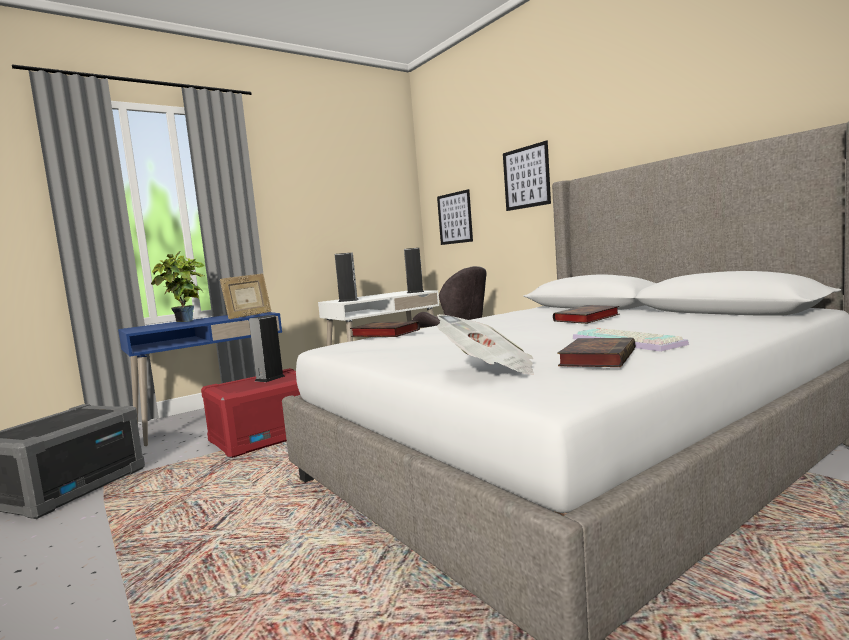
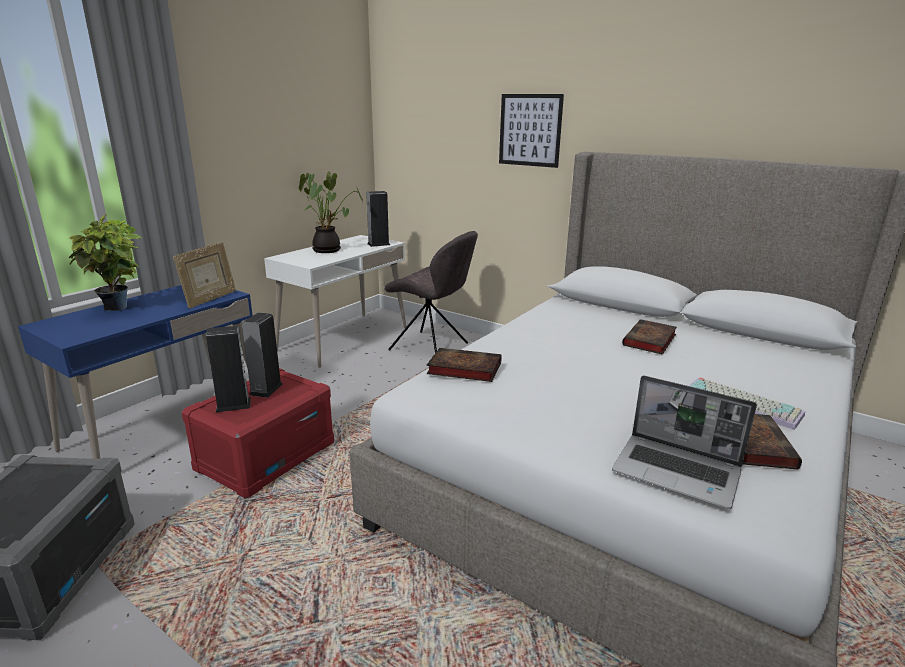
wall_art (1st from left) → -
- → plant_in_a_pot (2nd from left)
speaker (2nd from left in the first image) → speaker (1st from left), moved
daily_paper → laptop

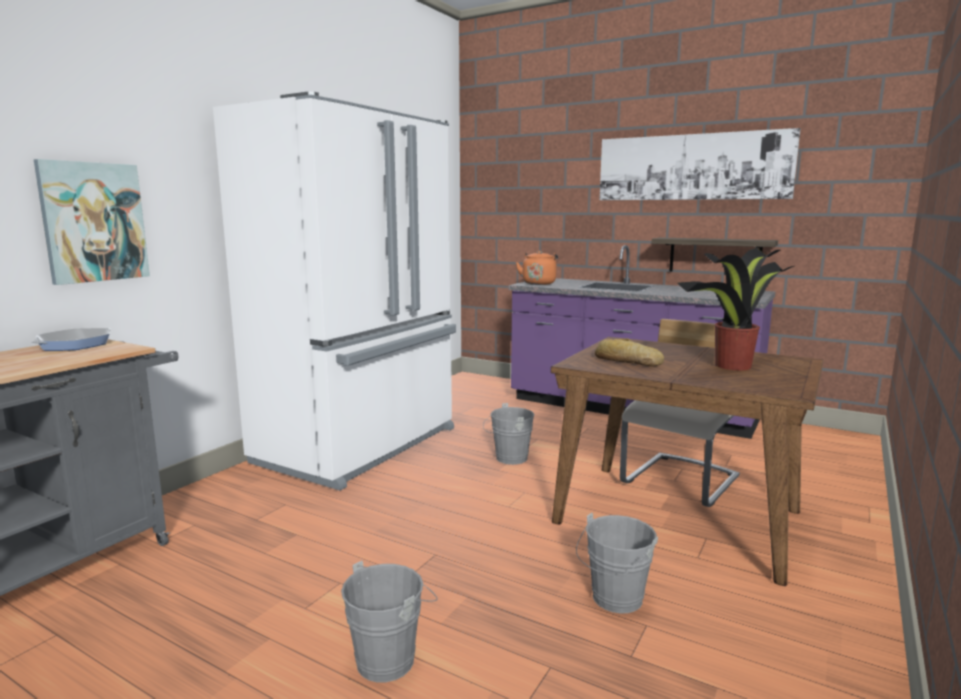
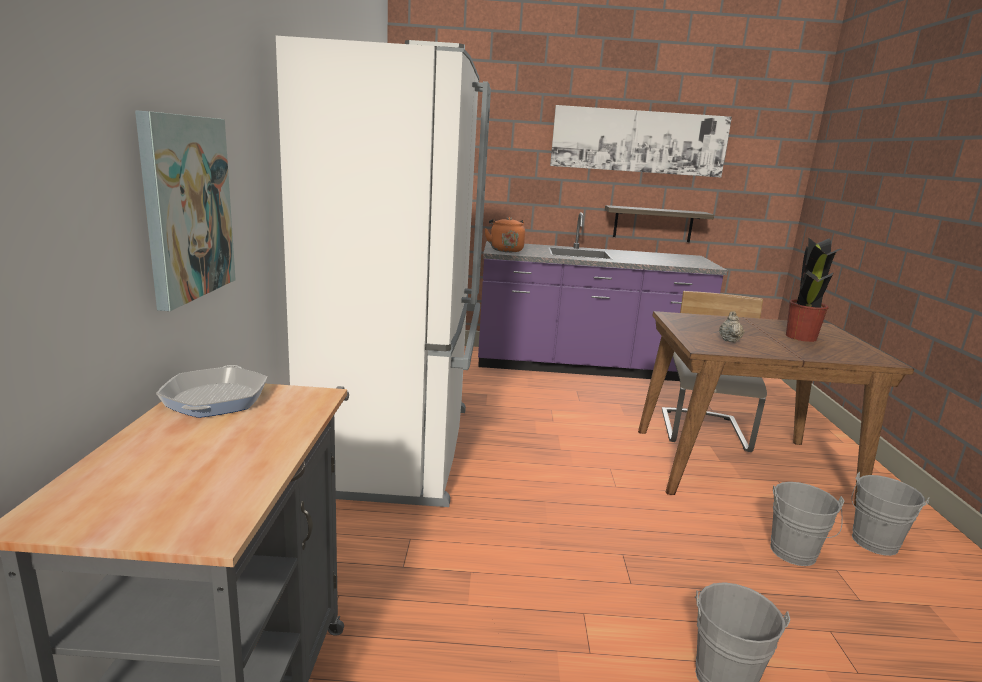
grey_pail (2nd from left in the first image) → grey_pail (3rd from left), moved
bakery_bread → beige_pot_for_tea

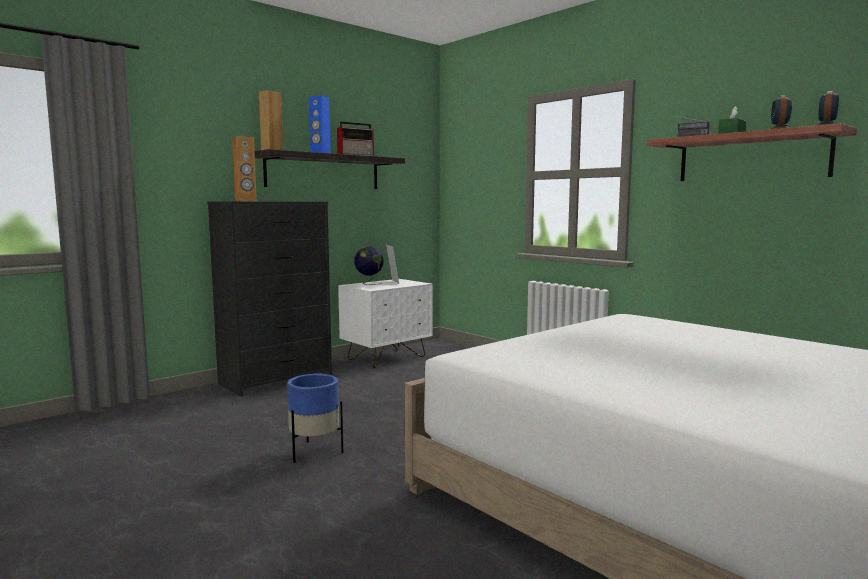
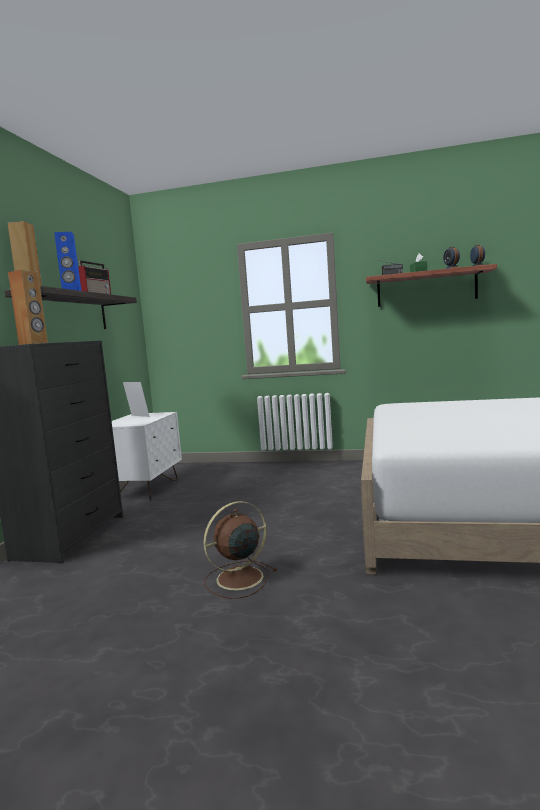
globe → -
blue_planter → brown-coloured_electric_fan

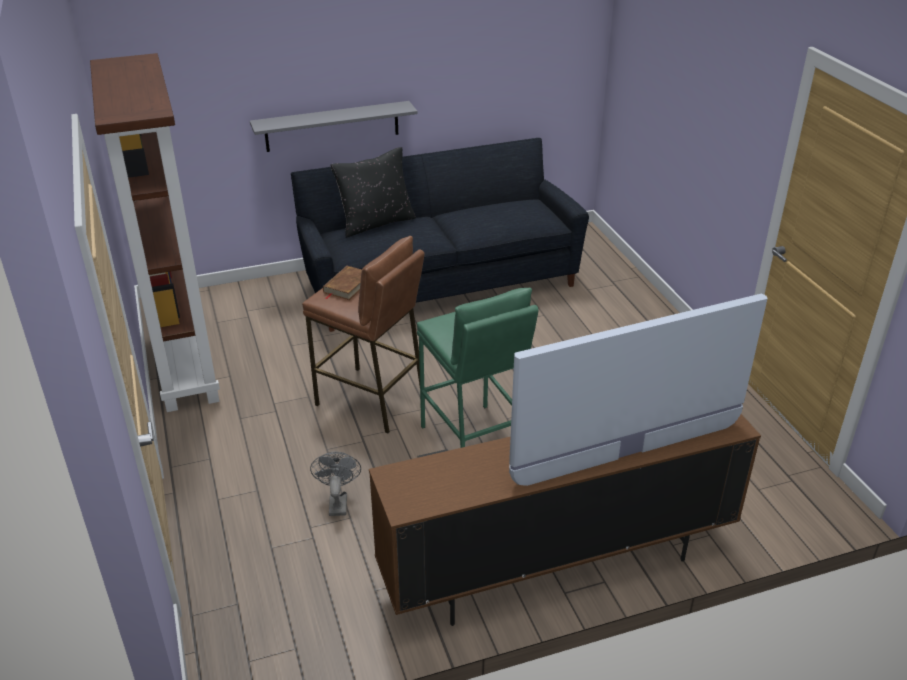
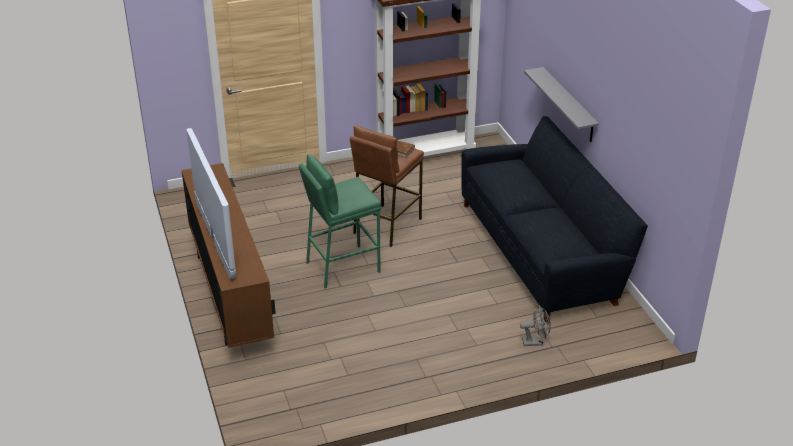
blackish_pillow → -
grey_electric_fan, moved

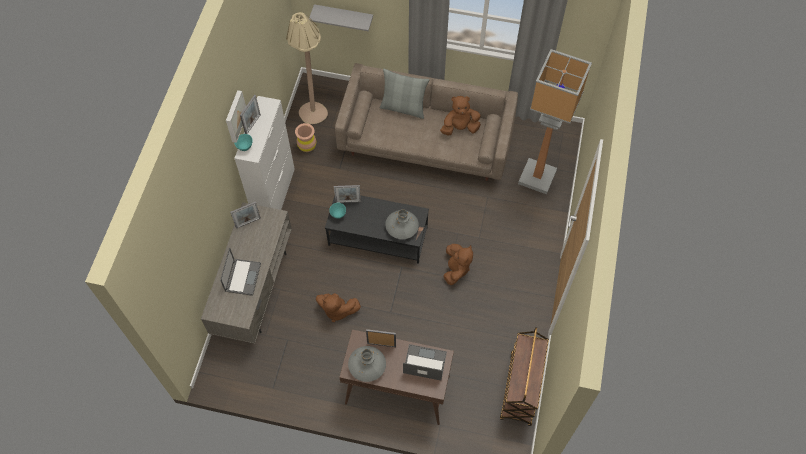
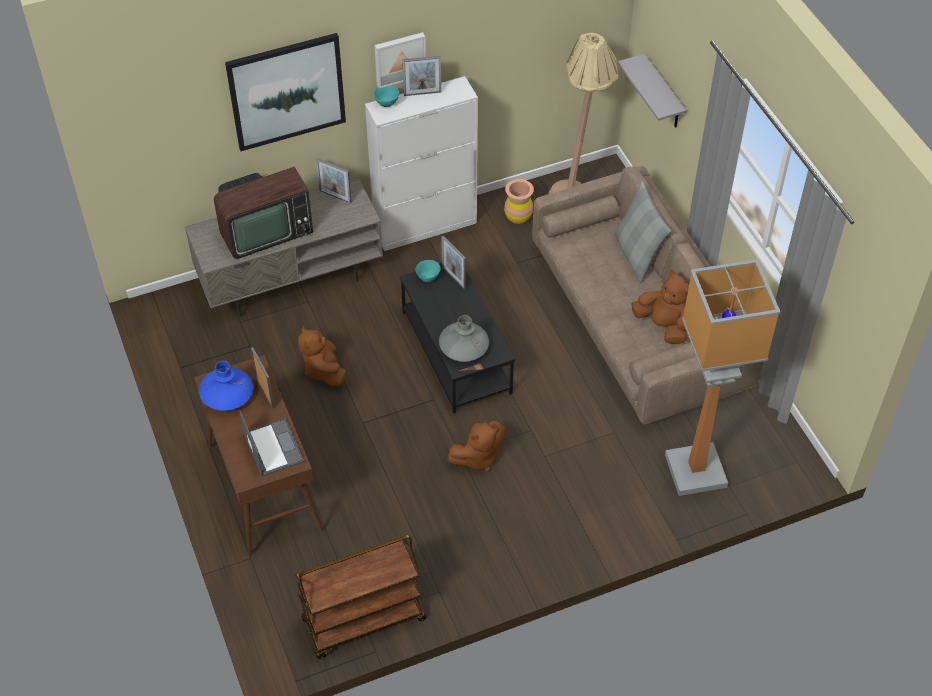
- → wall_art (1st from left)
laptop (1st from left) → TV_set
grey_decorative_vase (1st from left) → blue_decorative_vase

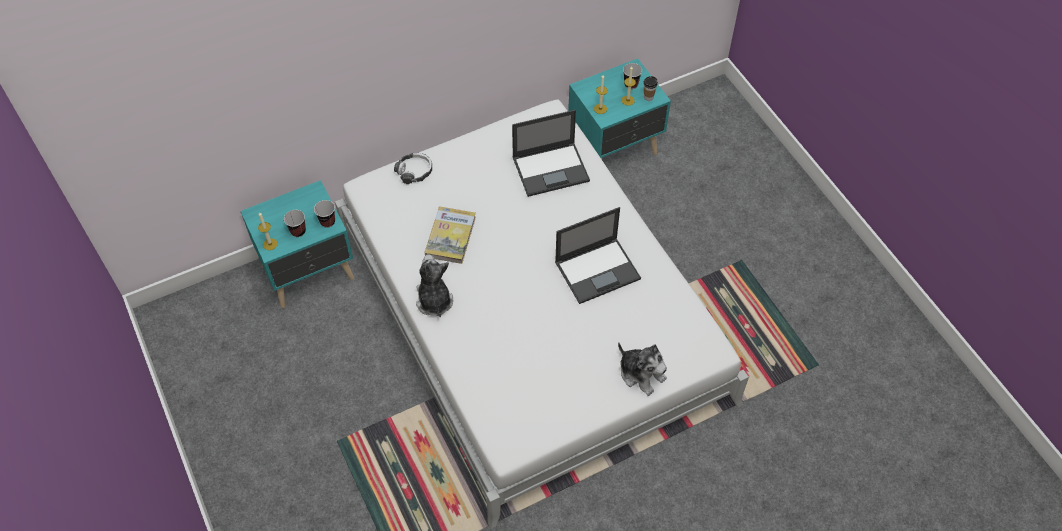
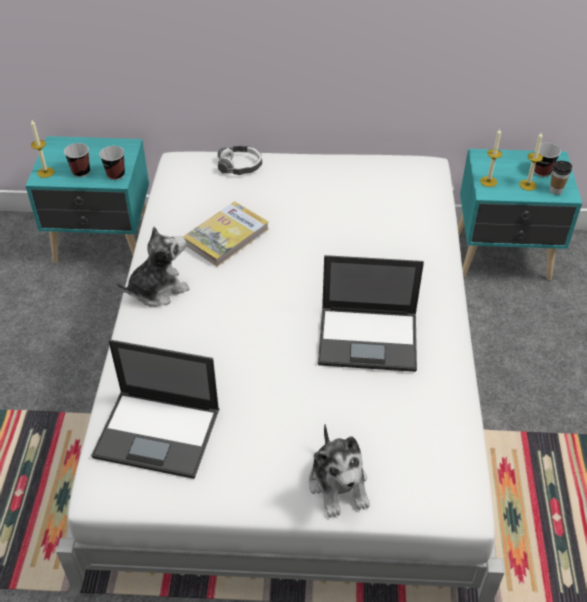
laptop (1st from left), moved
cuddly_toy (1st from left), 45 degrees clockwise

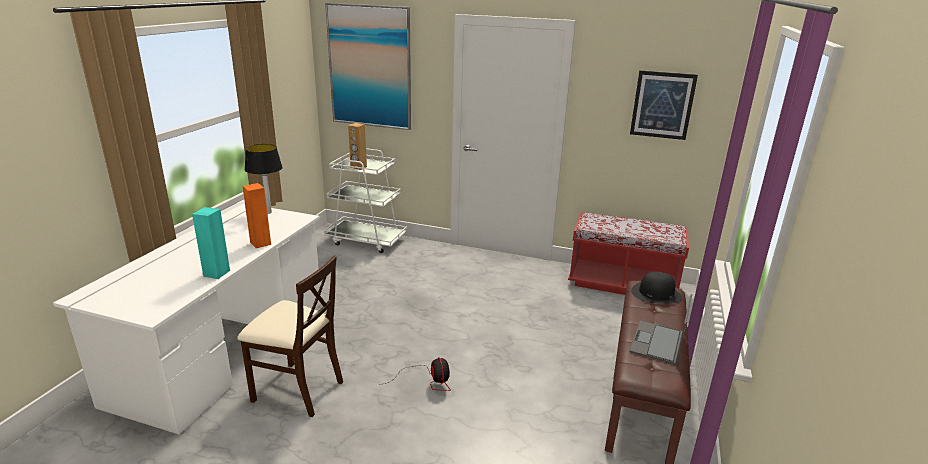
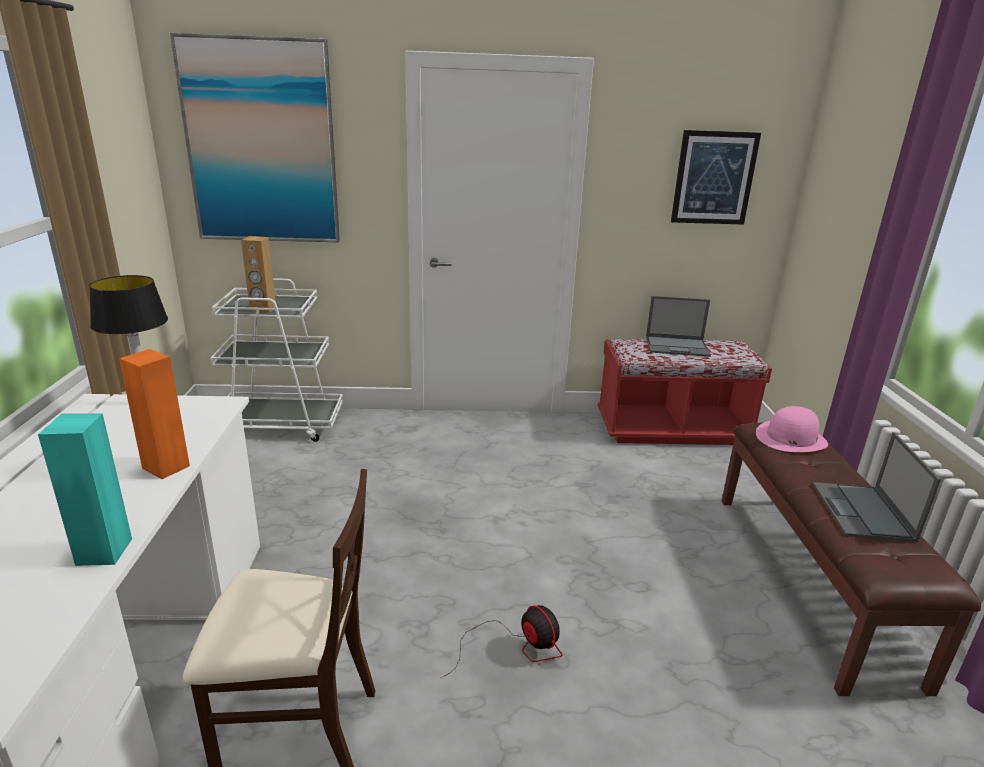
- → laptop (1st from left)
blackish_wearable_hat → pinkish_wearable_hat

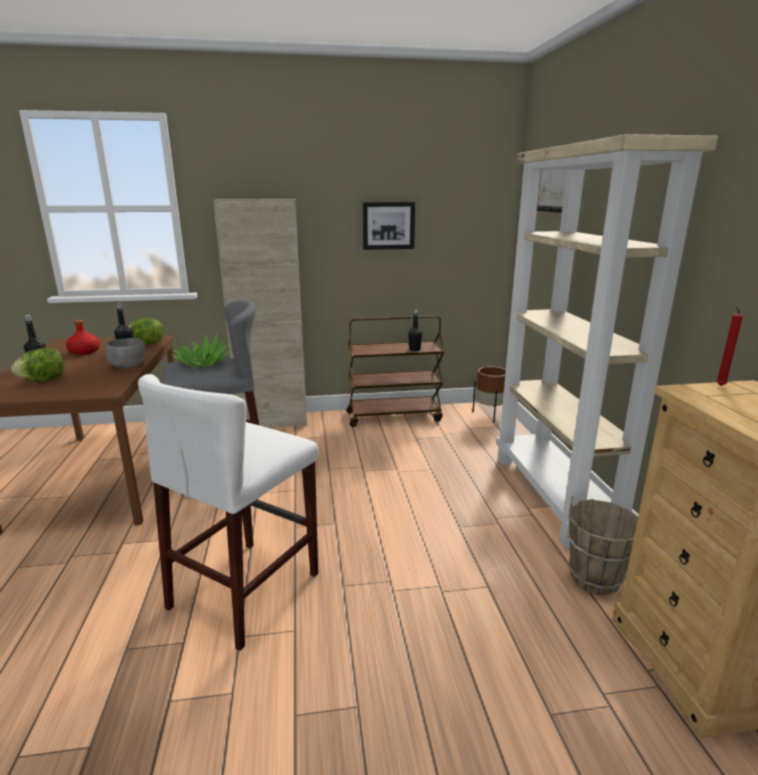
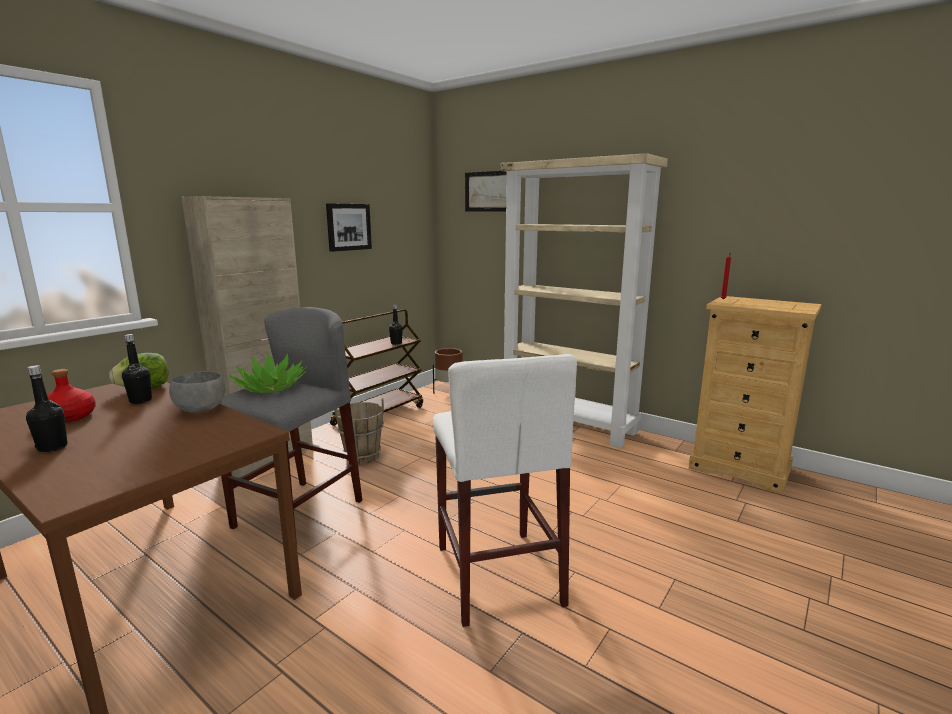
lettuce (1st from left) → -
brown-coloured_pail, moved

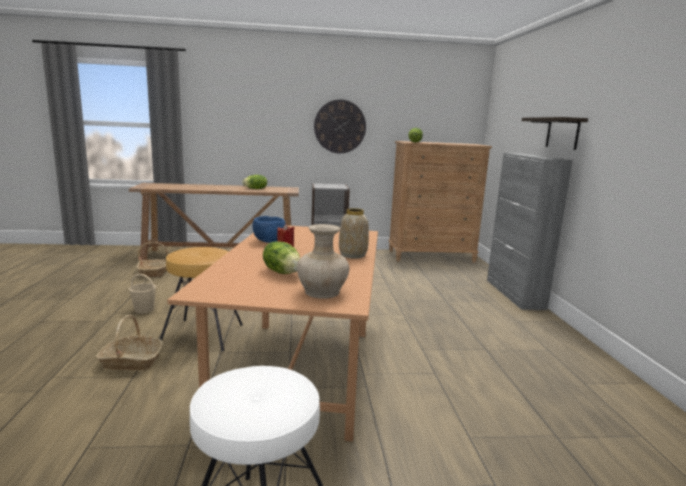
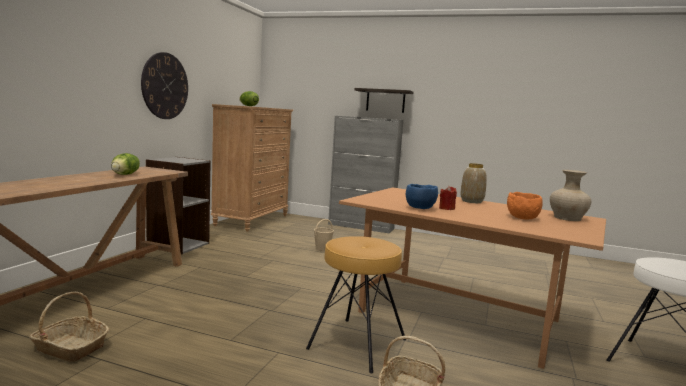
beige_pail, moved
lettuce (2nd from left) → orangey_bowl

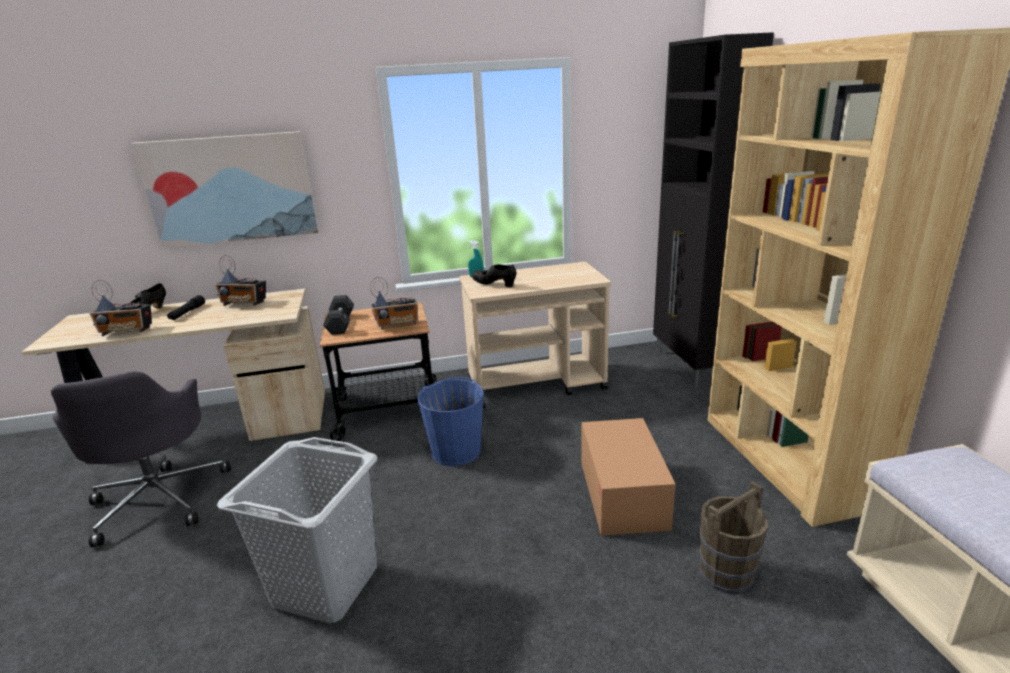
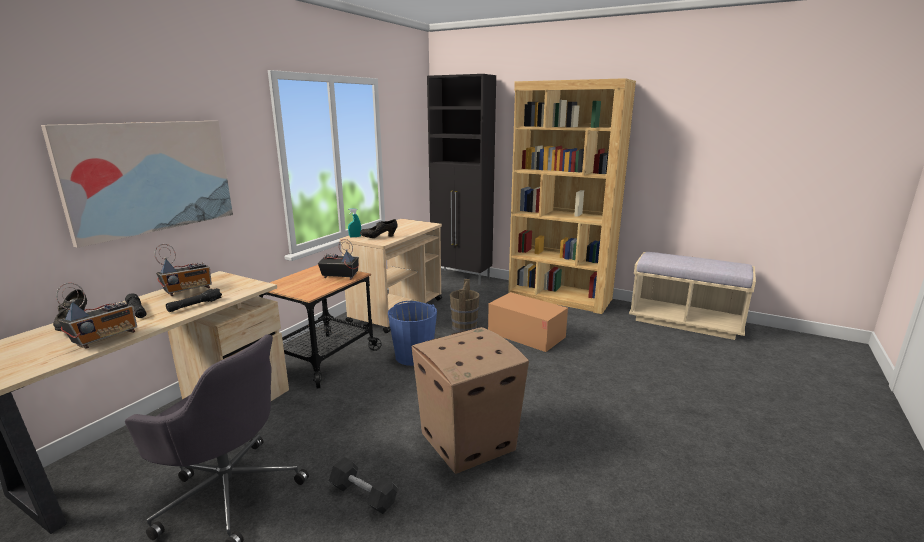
- → blackish_flashlight (2nd from left)
blackish_dumbbell, moved
brown-coloured_pail, moved
grey_laundry_basket → packing_box (1st from left)
radio_receiver (3rd from left), 105 degrees counterclockwise

